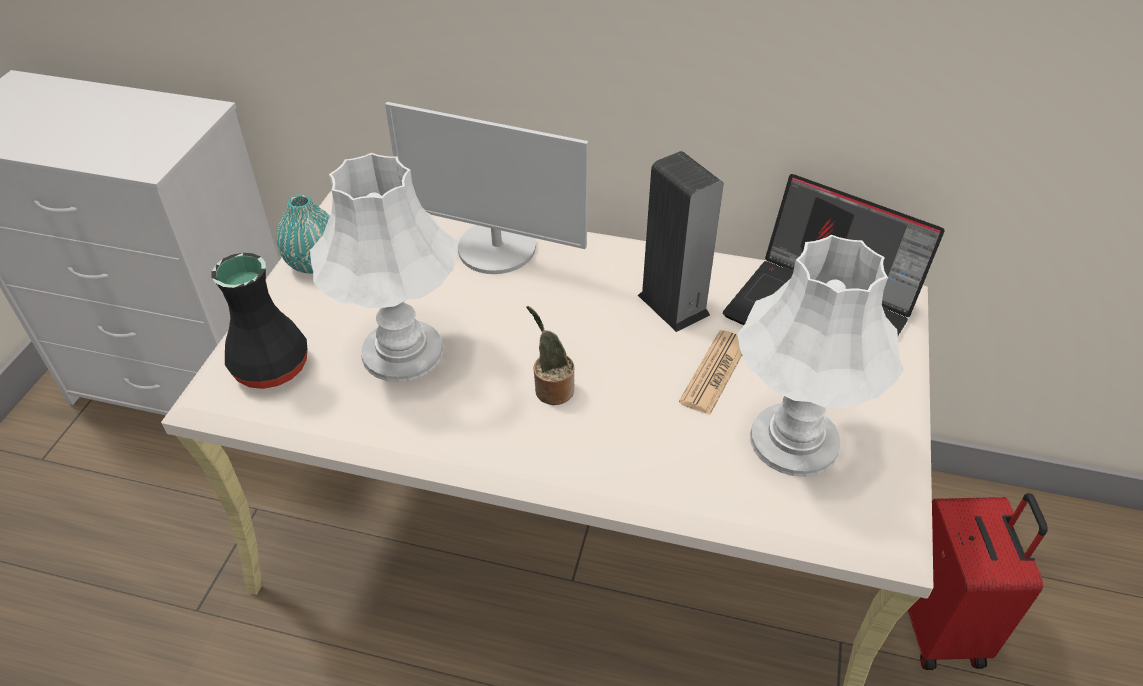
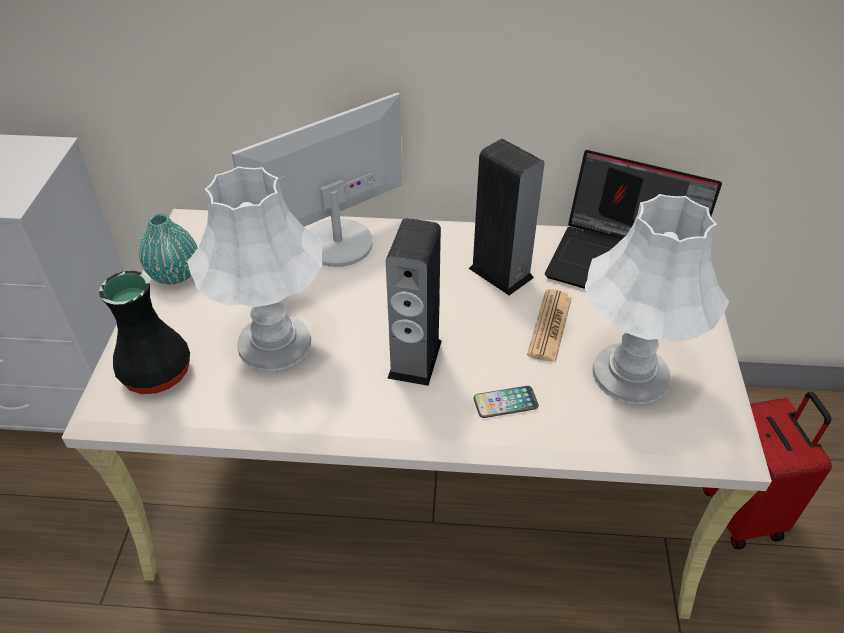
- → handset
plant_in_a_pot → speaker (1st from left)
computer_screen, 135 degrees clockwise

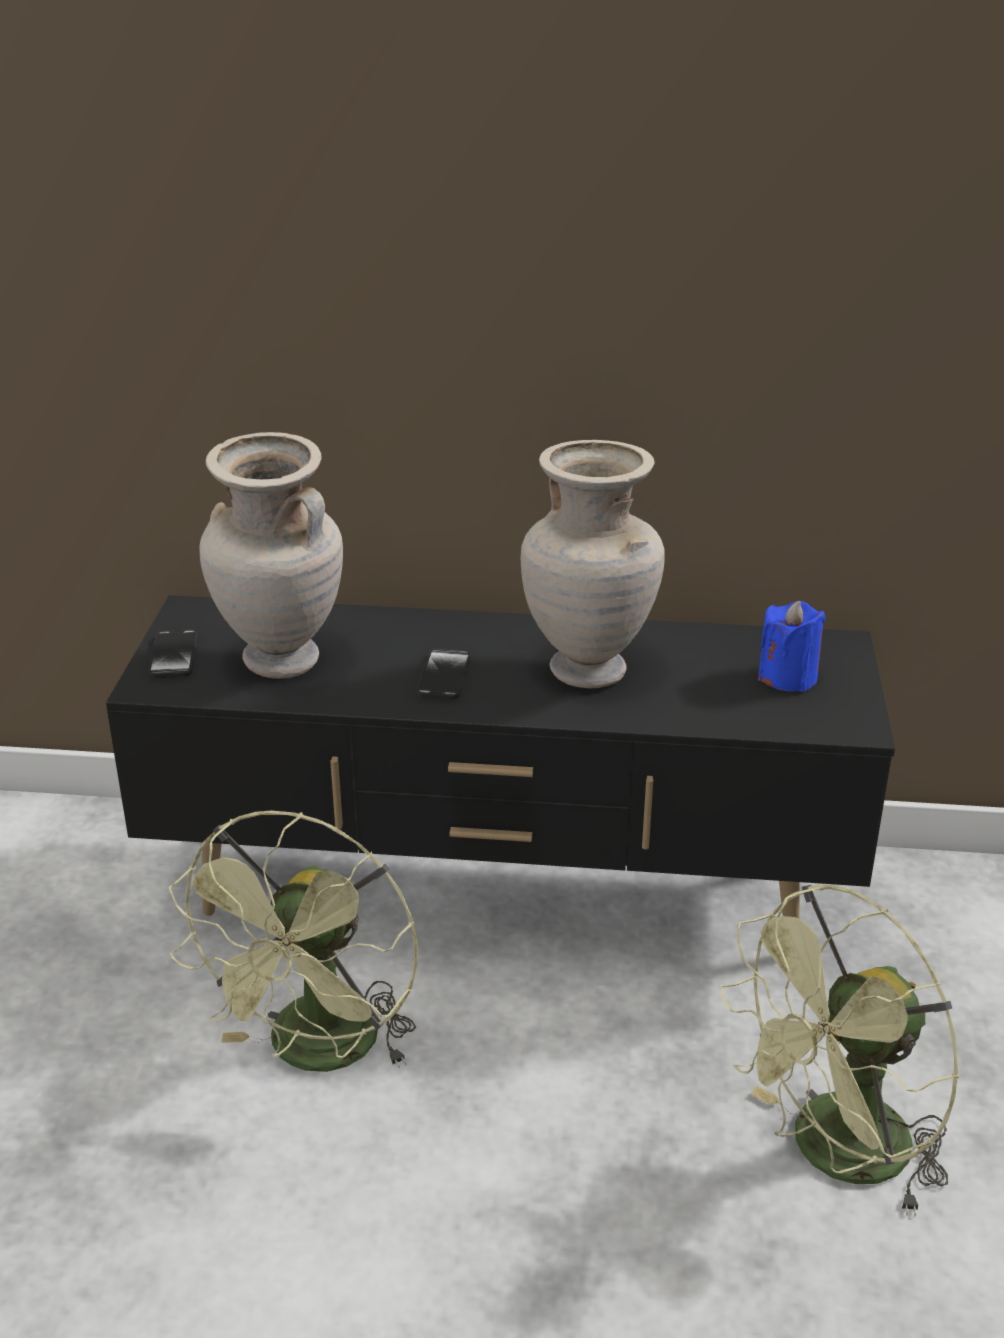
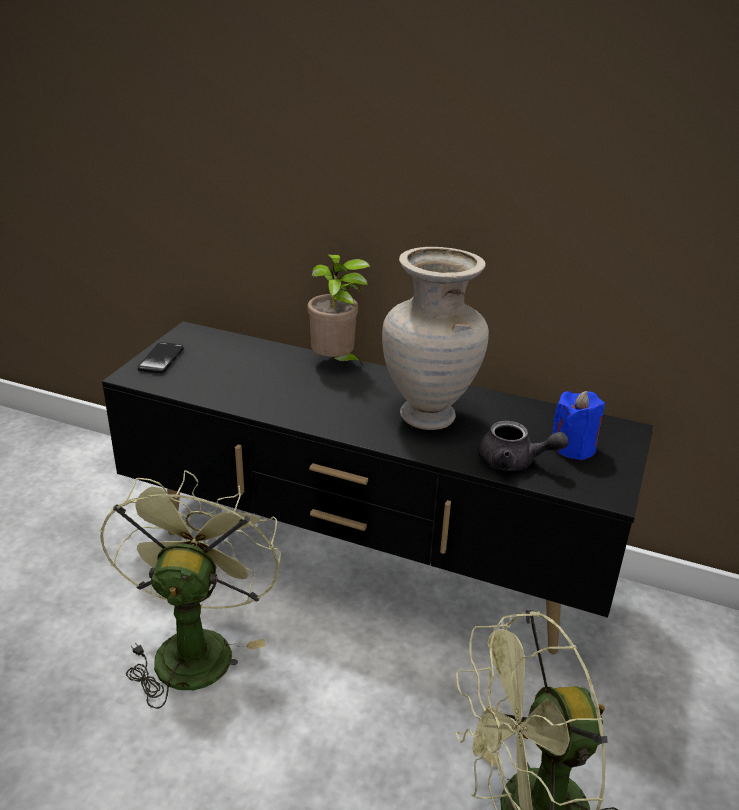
beige_decorative_vase (1st from left) → -
handset (2nd from left) → -
- → plant_in_a_pot
- → grey_pot_for_tea
green_electric_fan (1st from left), 150 degrees clockwise

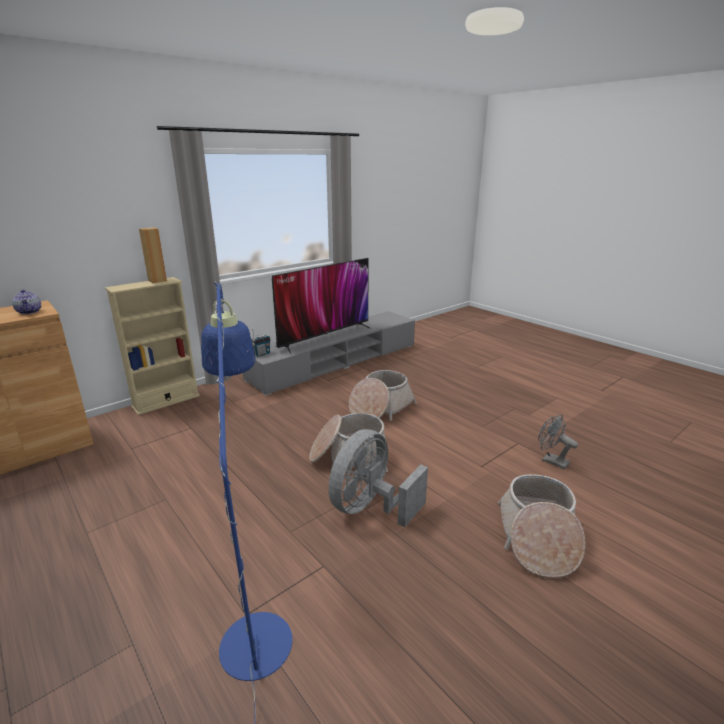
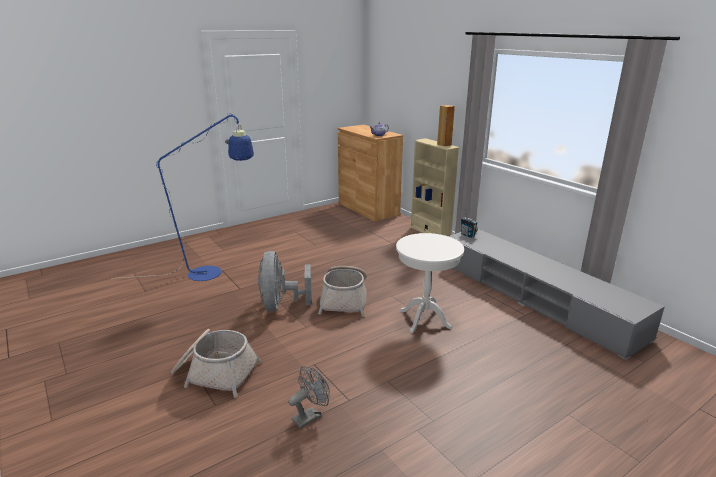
TV_set → -
basket (2nd from left) → white_accent_table
grey_electric_fan (1st from left), 135 degrees counterclockwise

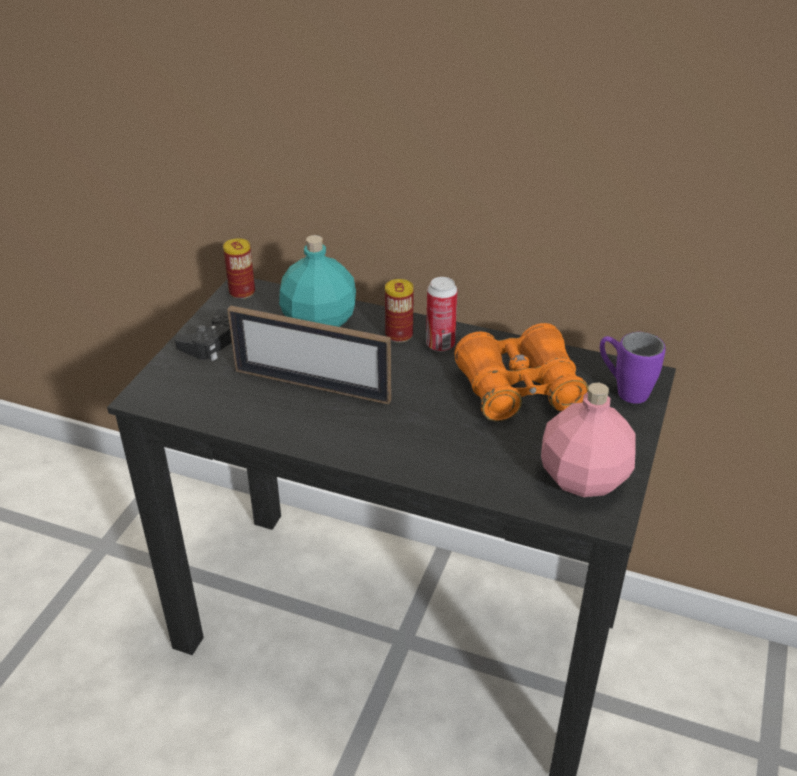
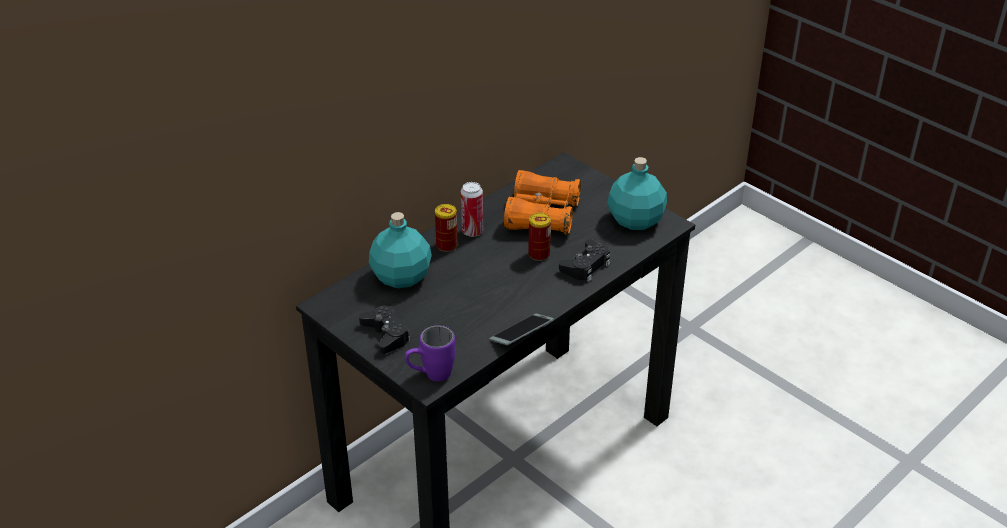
photo_frame → -
- → handset
- → blackish_joypad (2nd from left)
metal_can (1st from left in the first image) → metal_can (3rd from left), moved
purple_coffee_mug, moved
pinkish_beverage_bottle → blue-green_beverage_bottle (2nd from left)

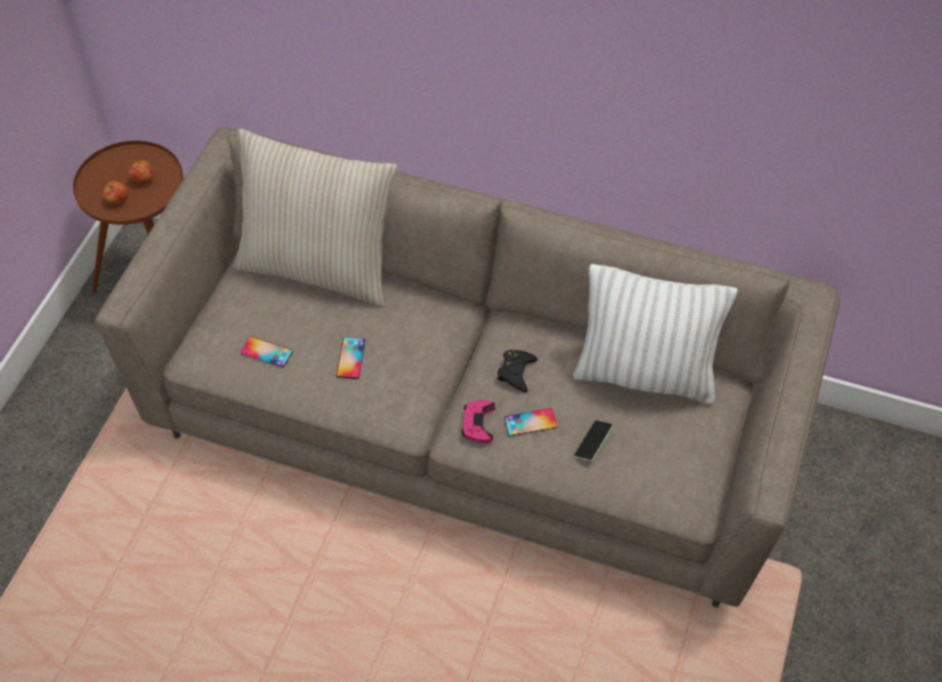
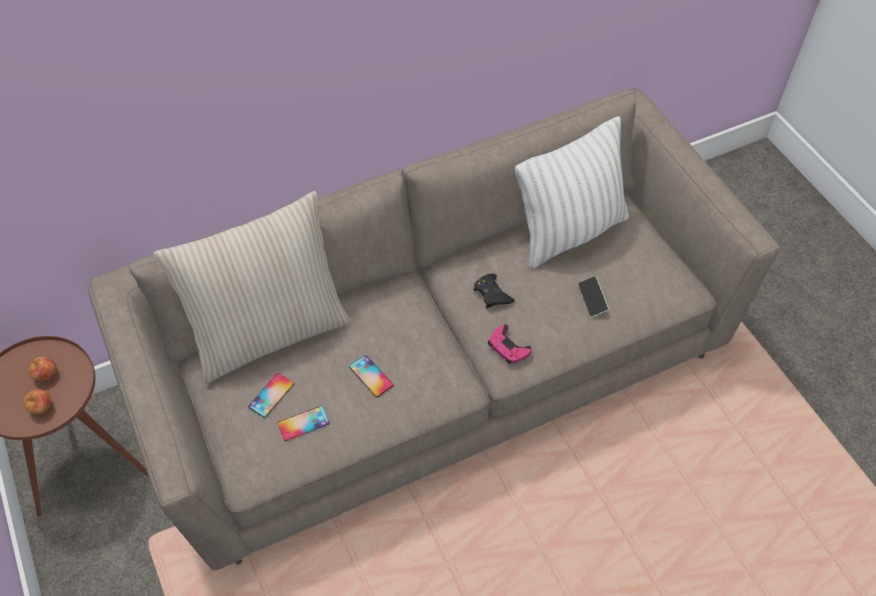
handset (3rd from left in the first image) → handset (1st from left), moved

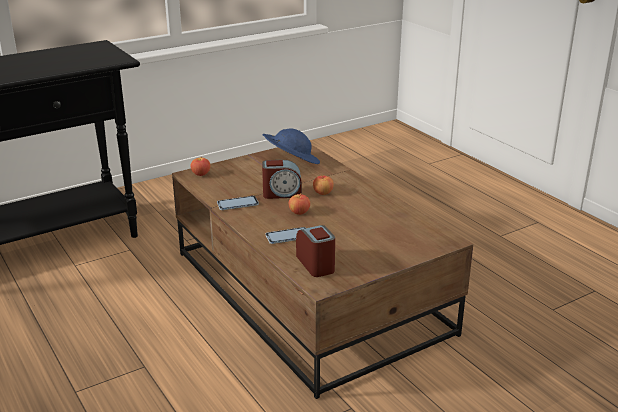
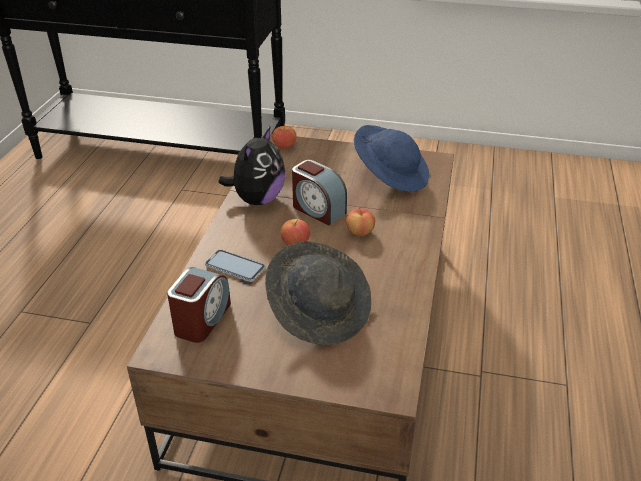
- → grey_wearable_hat
handset (1st from left) → cuddly_toy

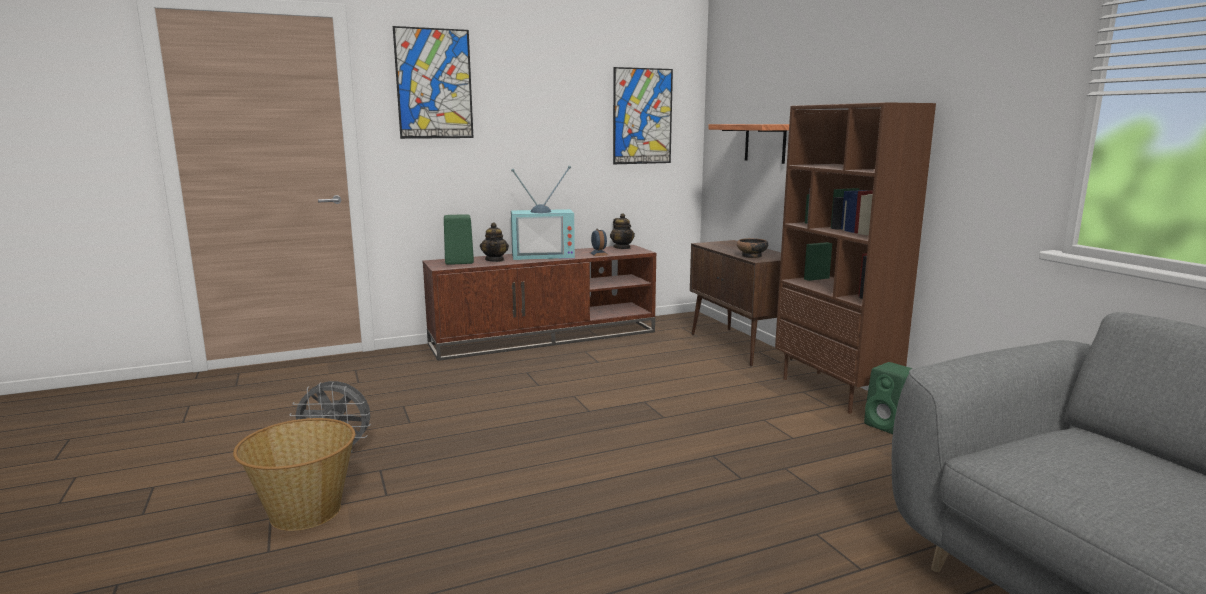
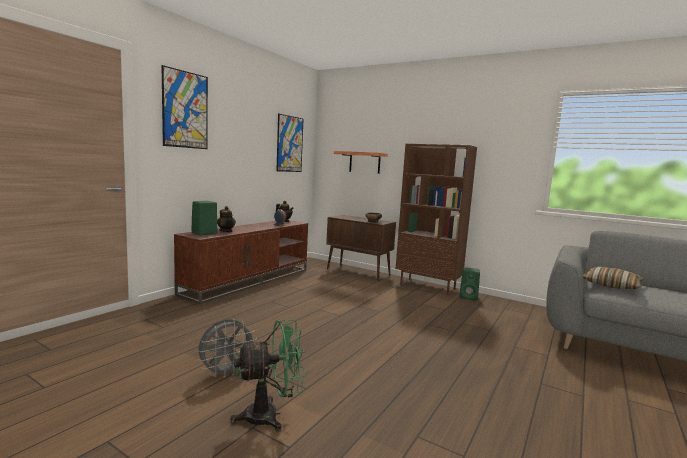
TV_set → -
- → pillow
basket → green_electric_fan

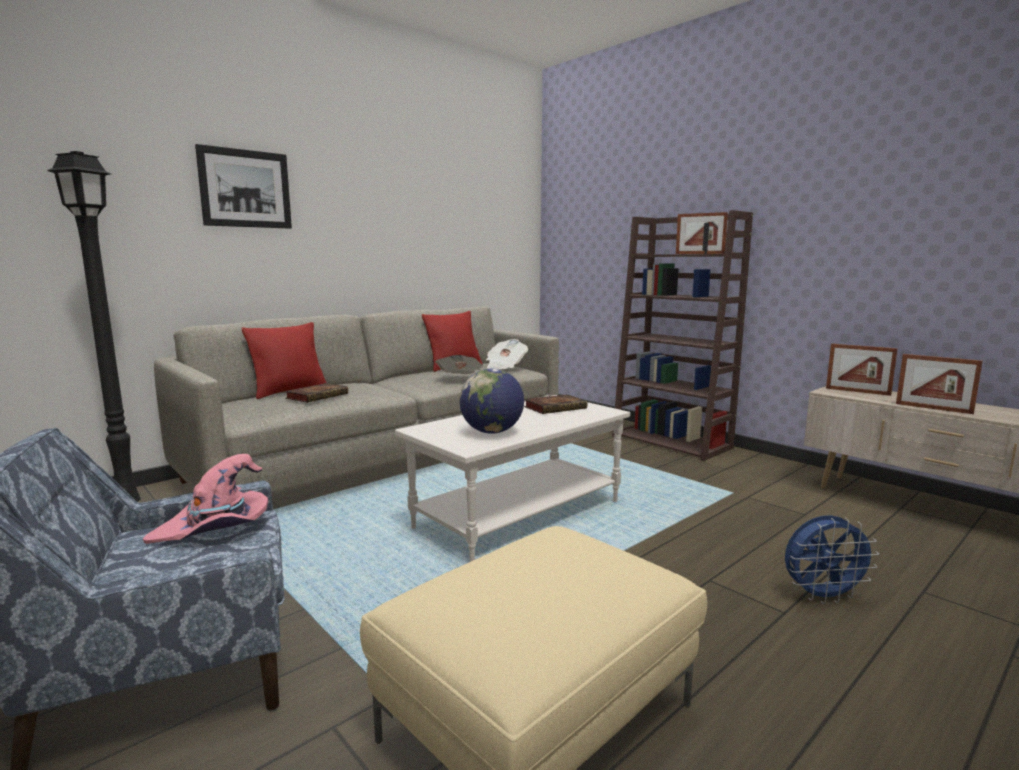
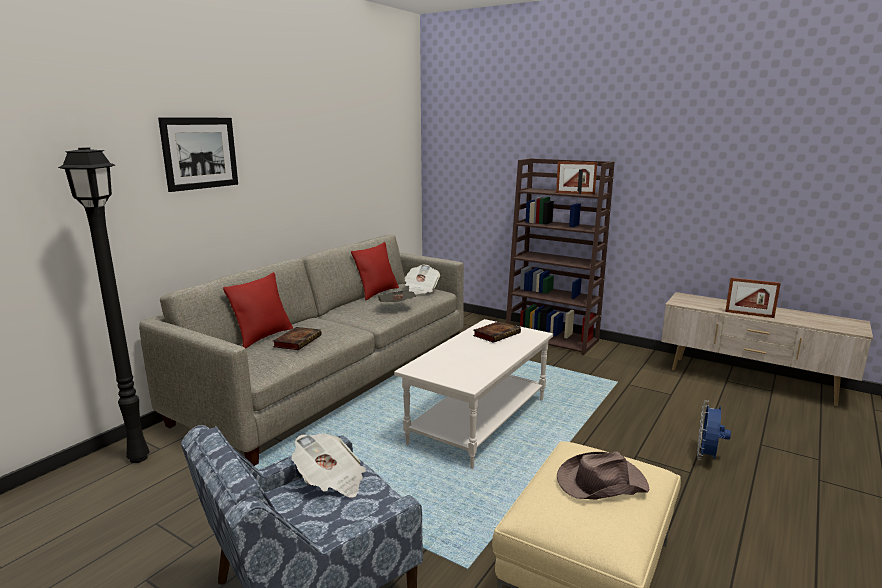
globe → -
photo_frame (2nd from left) → -
- → brown-coloured_wearable_hat
pinkish_wearable_hat → daily_paper (1st from left)
blue_electric_fan, 135 degrees clockwise

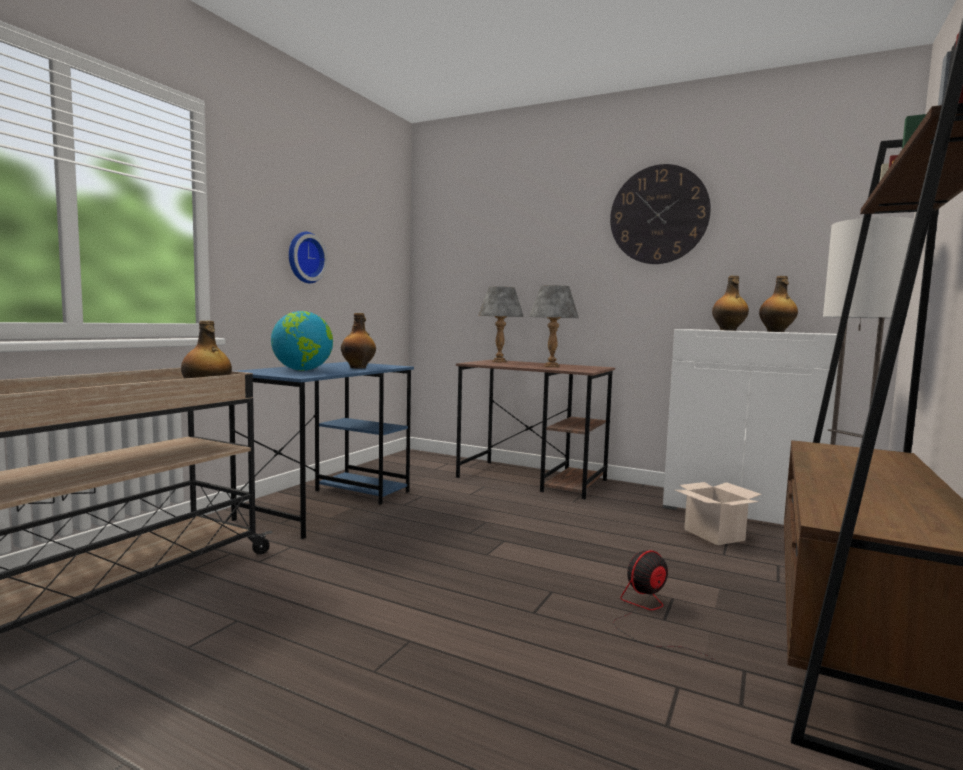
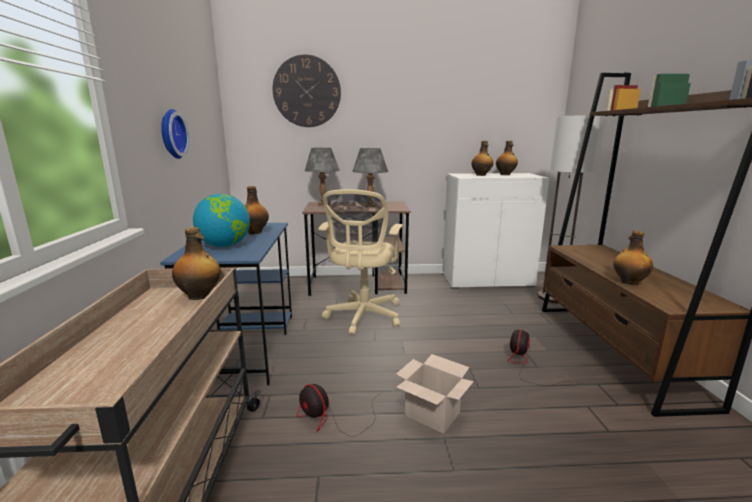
- → electric_fan (1st from left)
- → beige_computer_chair
- → beverage_bottle (5th from left)
hanging_clock (2nd from left), moved
packing_box, moved

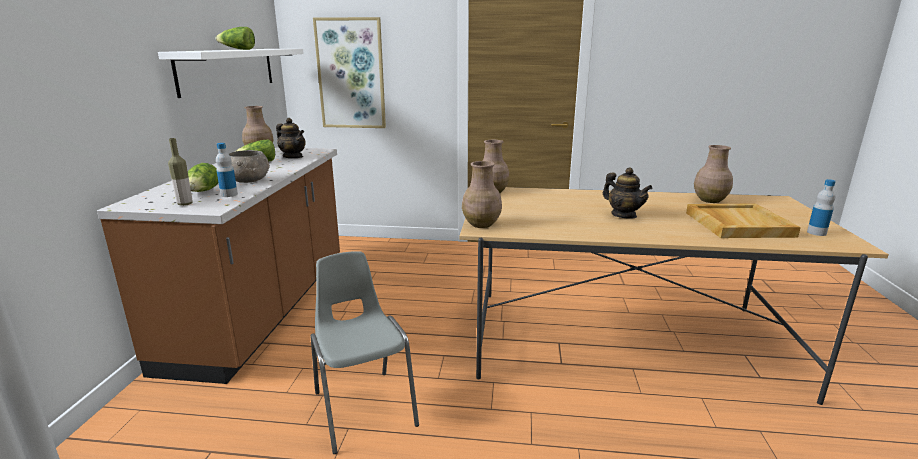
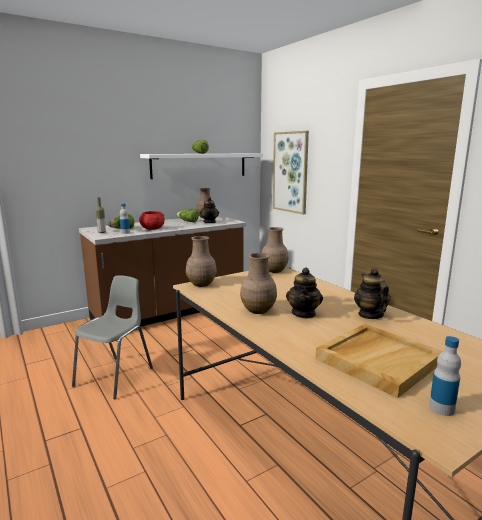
- → pot_for_tea (3rd from left)
brown-coloured_decorative_vase (4th from left in the first image) → brown-coloured_decorative_vase (3rd from left), moved
grey_bowl → red_bowl

